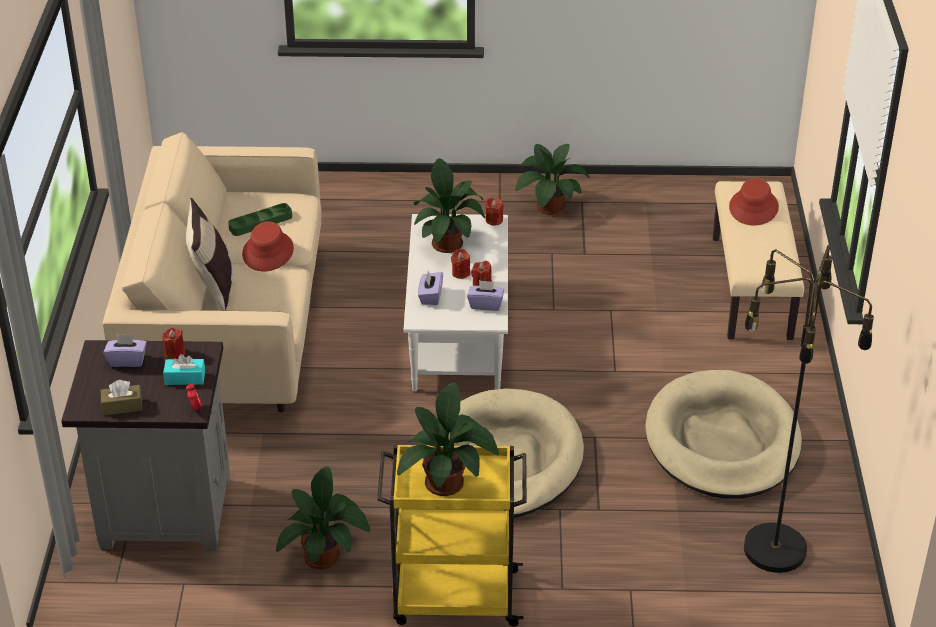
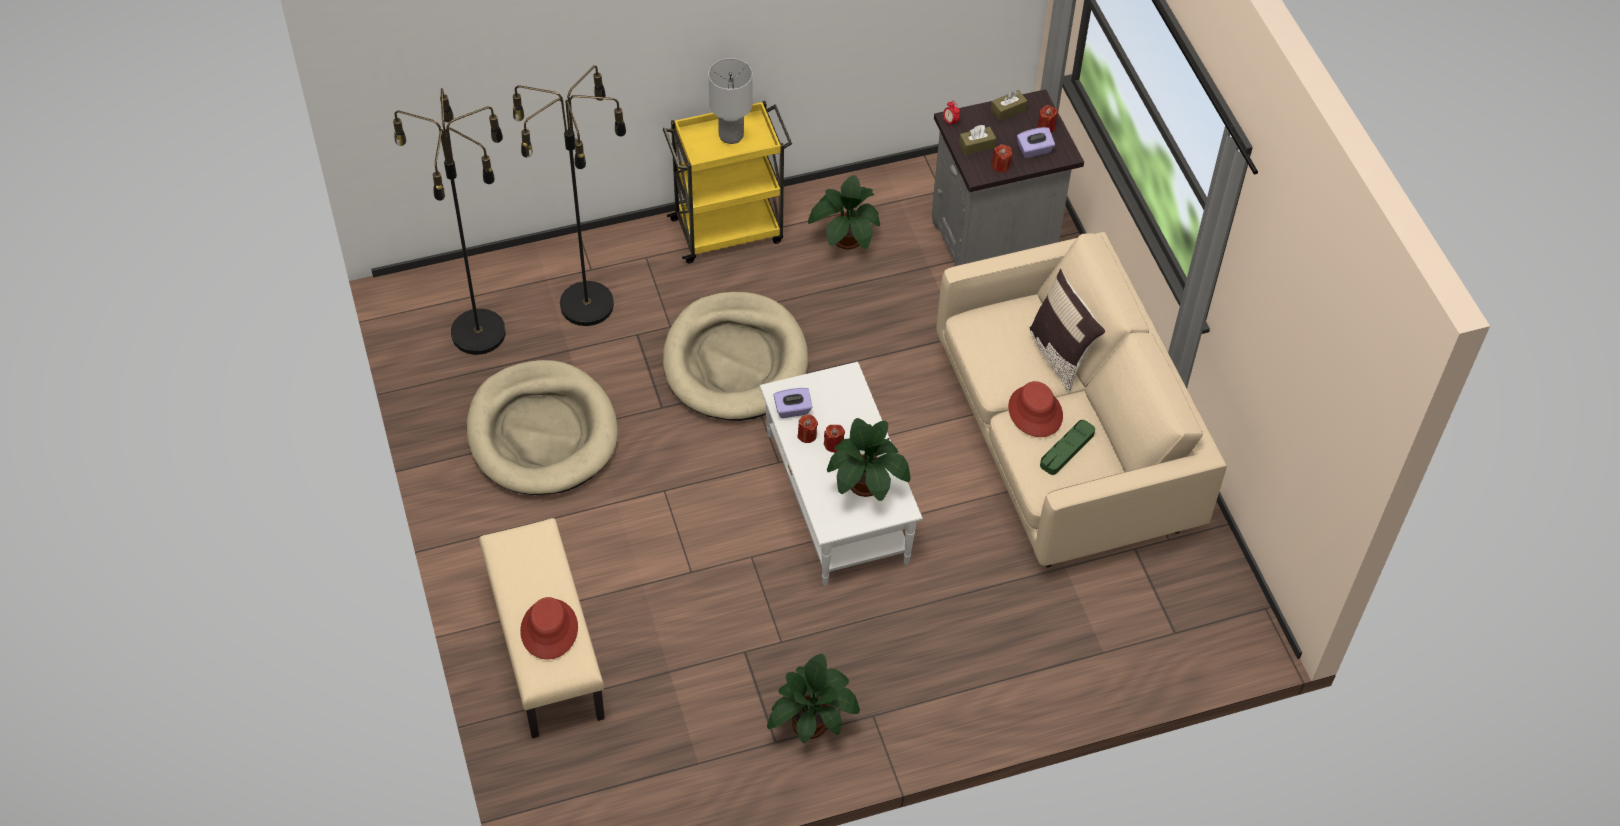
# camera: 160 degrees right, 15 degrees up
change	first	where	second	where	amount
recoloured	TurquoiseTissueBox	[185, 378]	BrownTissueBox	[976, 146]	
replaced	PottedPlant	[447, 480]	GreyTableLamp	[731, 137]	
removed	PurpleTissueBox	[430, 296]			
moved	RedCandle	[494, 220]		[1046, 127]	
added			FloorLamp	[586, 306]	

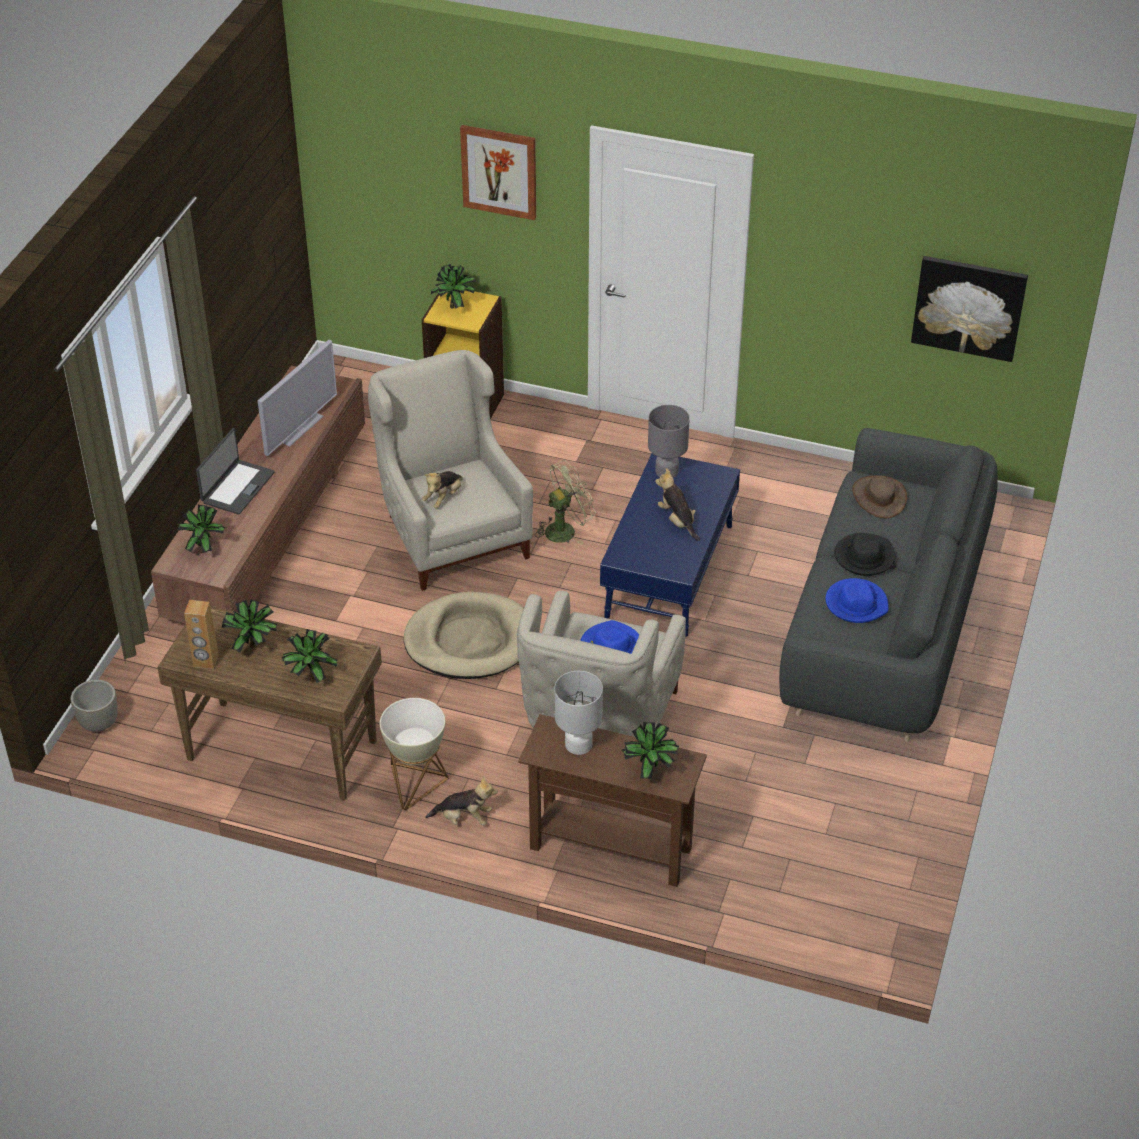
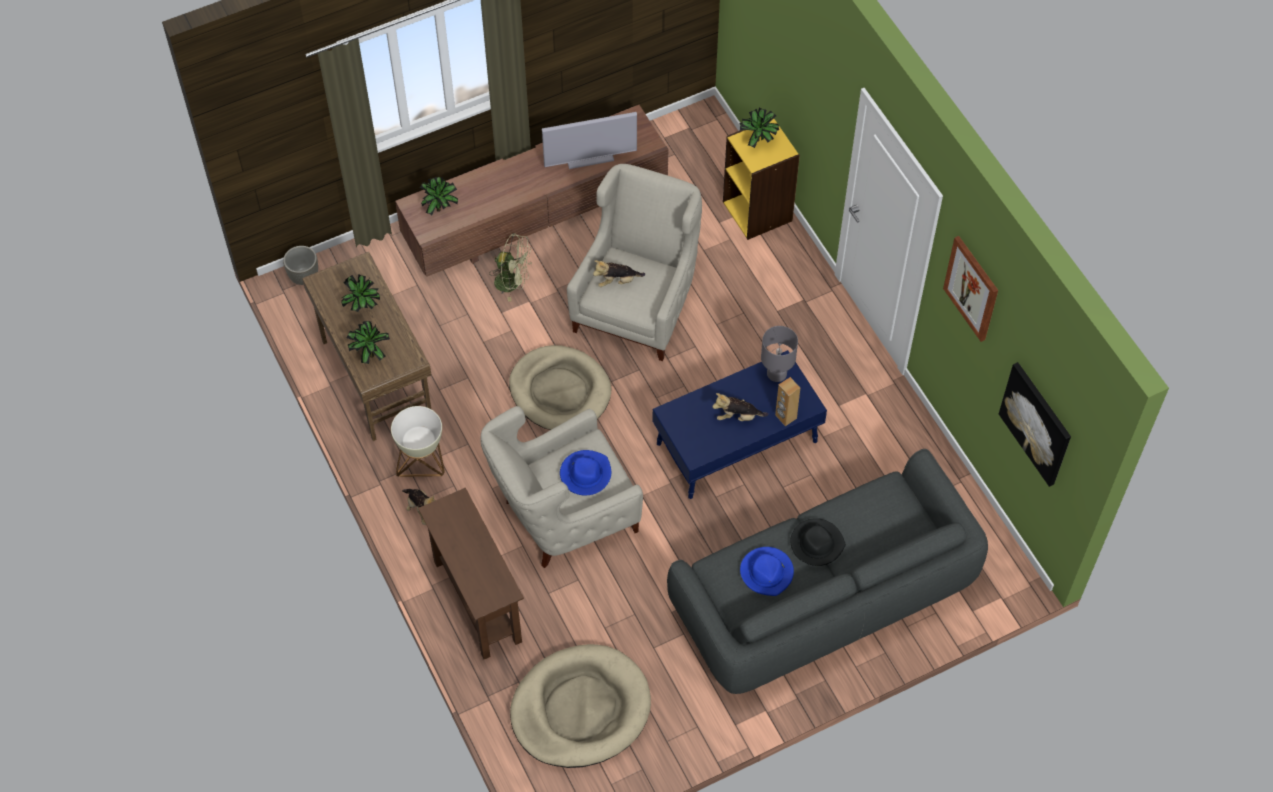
# camera: 45 degrees right, 15 degrees up
change	first	where	second	where	amount
moved	BrownSpeaker	[206, 661]		[785, 417]	
removed	Laptop	[237, 487]			
moved	Picture	[499, 171]		[972, 288]	
moved	GreenFan	[565, 529]		[512, 282]	
removed	GreyTableLamp	[578, 745]			
removed	PottedPlant	[650, 771]			
turned	PlushToy	[677, 521]		[737, 416]	105 degrees counterclockwise
removed	BrownHat	[879, 497]			
added			BeigeDogBed	[580, 709]	

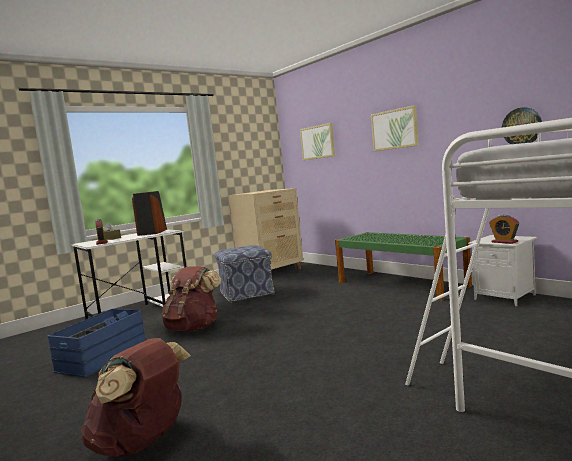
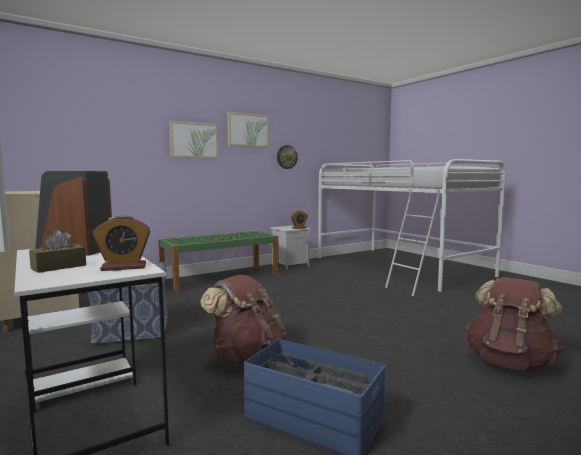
# camera: 85 degrees left, 0 degrees up
change	first	where	second	where	amount
moved	Picture	[317, 142]		[248, 130]	

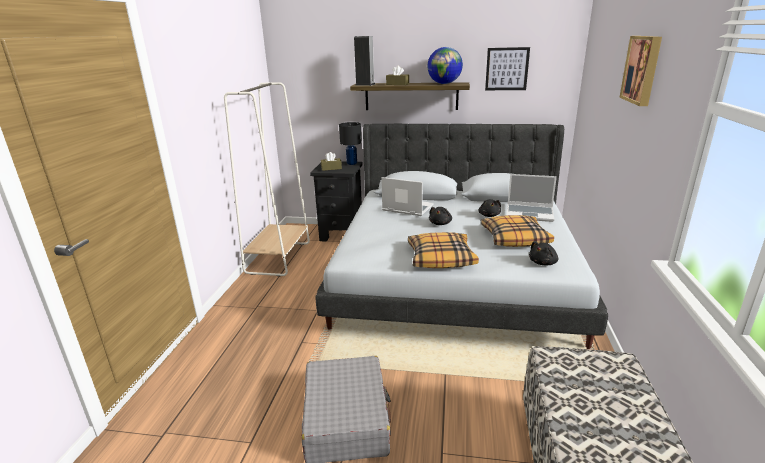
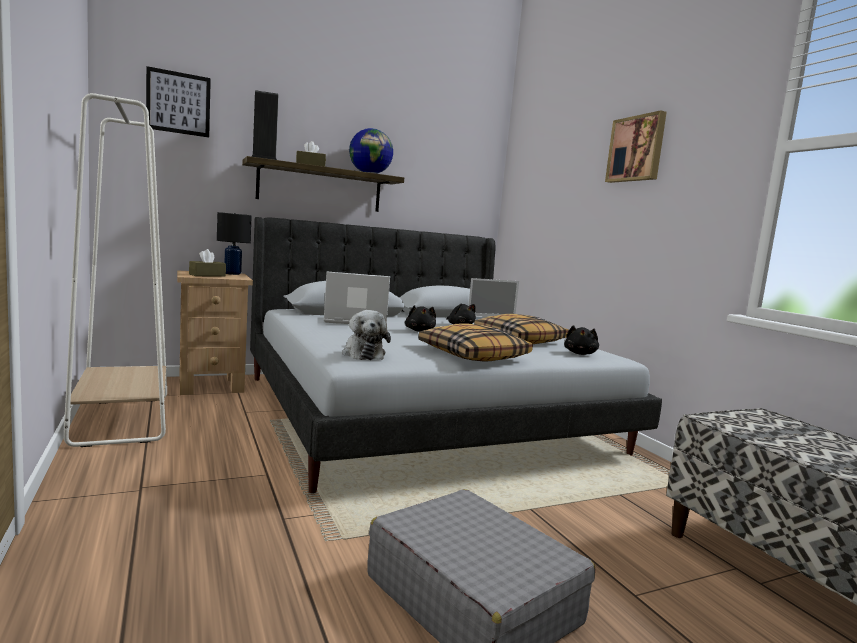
# camera: 35 degrees left, 15 degrees down
change	first	where	second	where	amount
recoloured	BlackNightstand	[342, 234]	BeigeNightstand	[212, 385]	
moved	Picture	[507, 69]		[178, 103]	
added			PlushToy	[363, 354]	

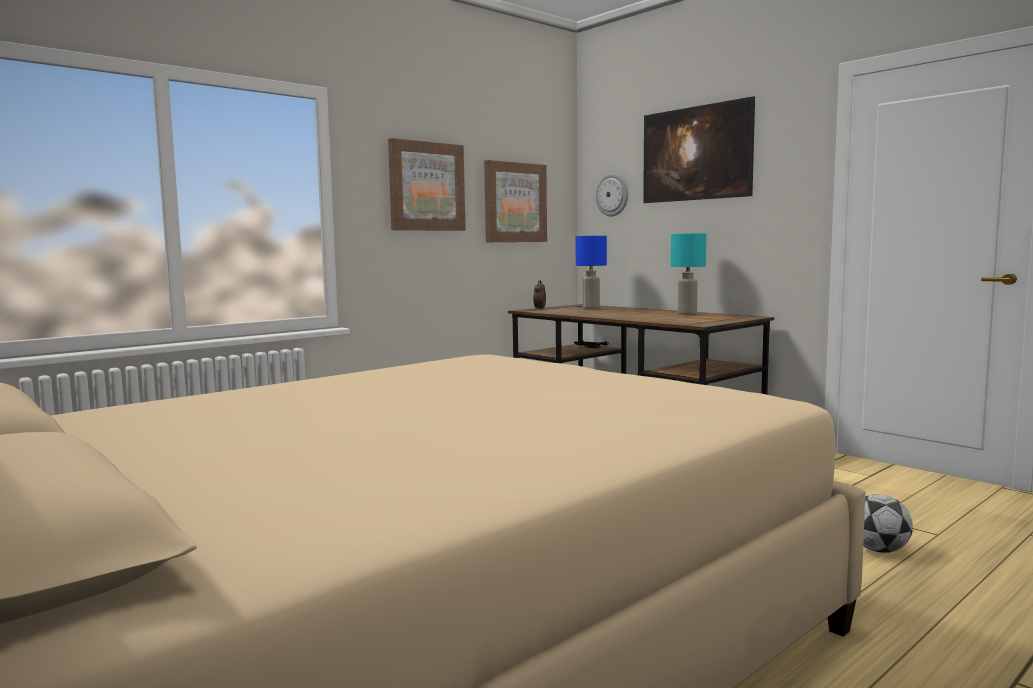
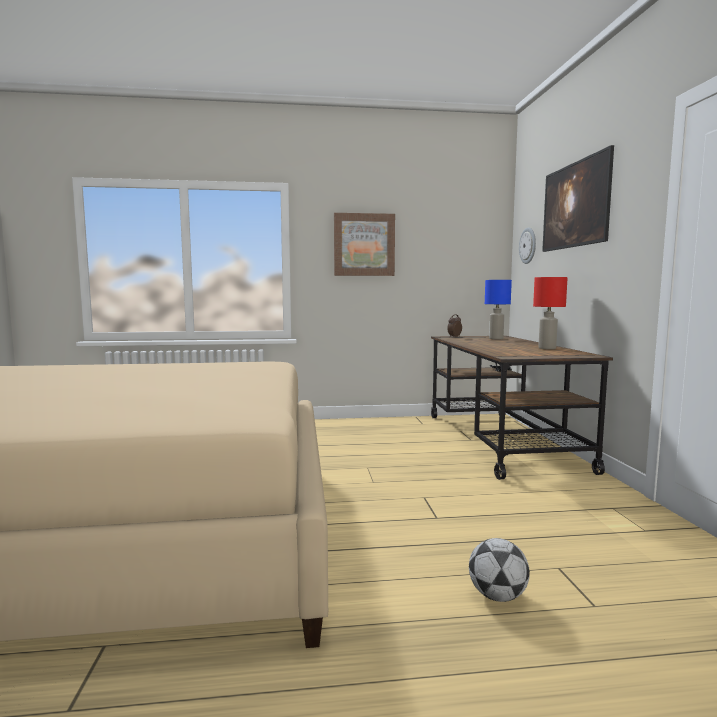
# camera: 35 degrees right, 0 degrees up
change	first	where	second	where	amount
removed	Picture	[514, 202]			
recoloured	TurquoiseTableLamp	[686, 313]	RedTableLamp	[546, 348]	

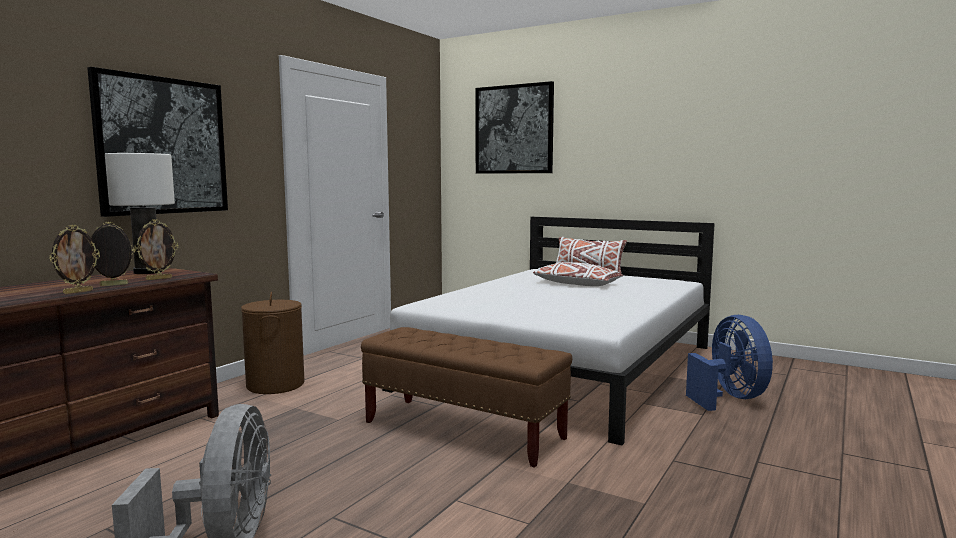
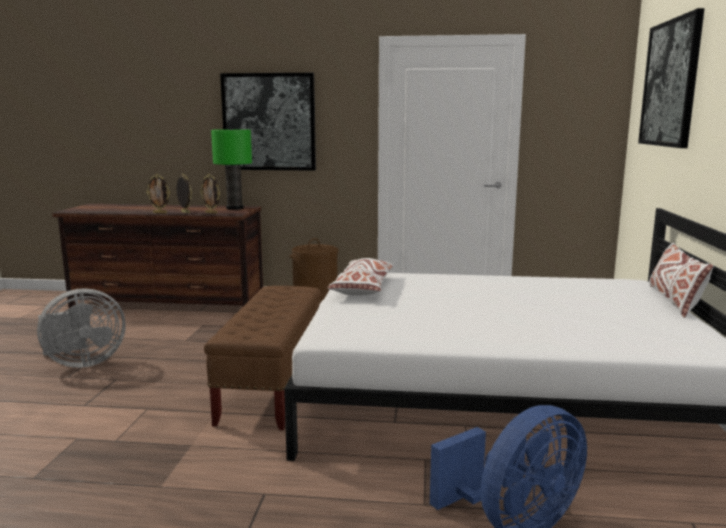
# camera: 65 degrees right, 5 degrees up
change	first	where	second	where	amount
recoloured	WhiteTableLamp	[147, 272]	GreenTableLamp	[234, 208]	
moved	WhitePillow	[576, 284]		[363, 288]	

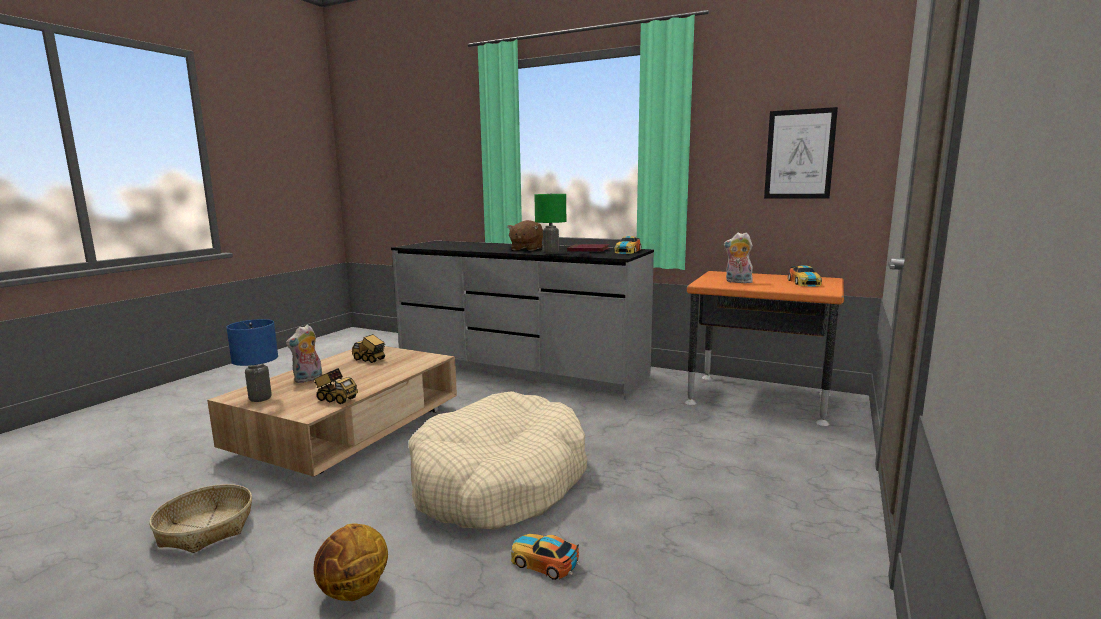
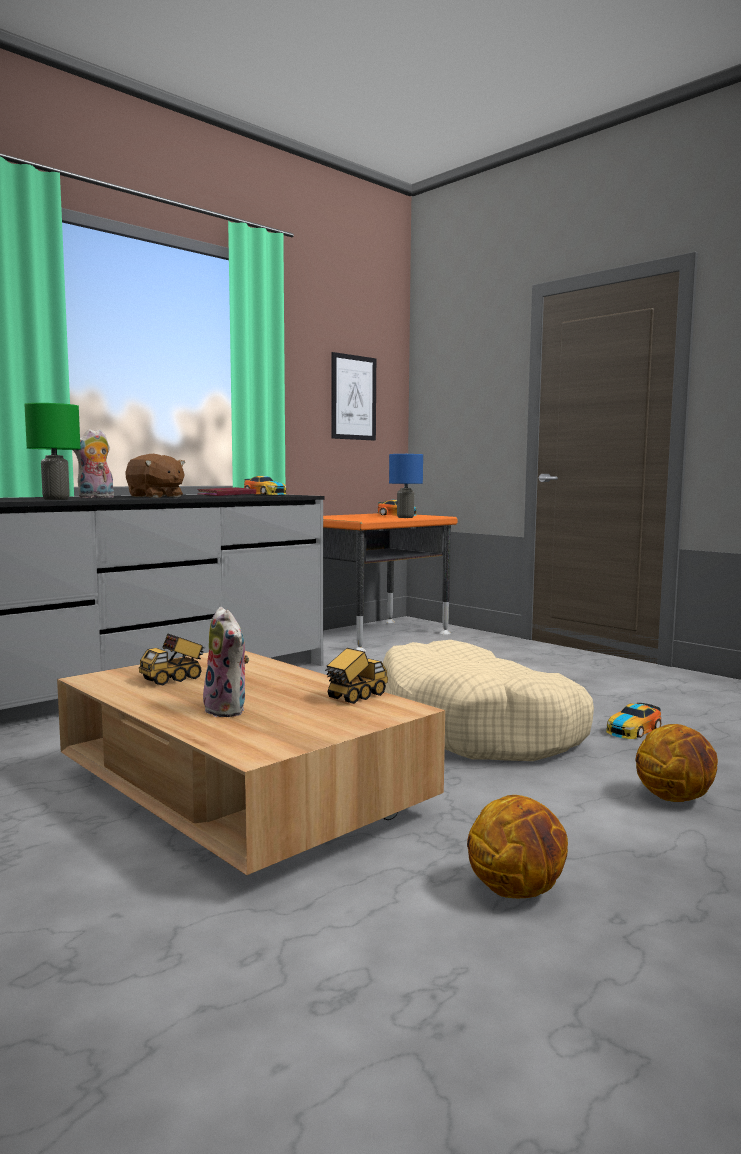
# camera: 70 degrees left, 5 degrees down
change	first	where	second	where	amount
replaced	Basket	[206, 529]	Basketball	[517, 891]	
moved	BlueTableLamp	[261, 399]		[406, 517]	
moved	GreenTableLamp	[551, 253]		[57, 499]	
moved	PlushToy	[737, 282]		[95, 497]	

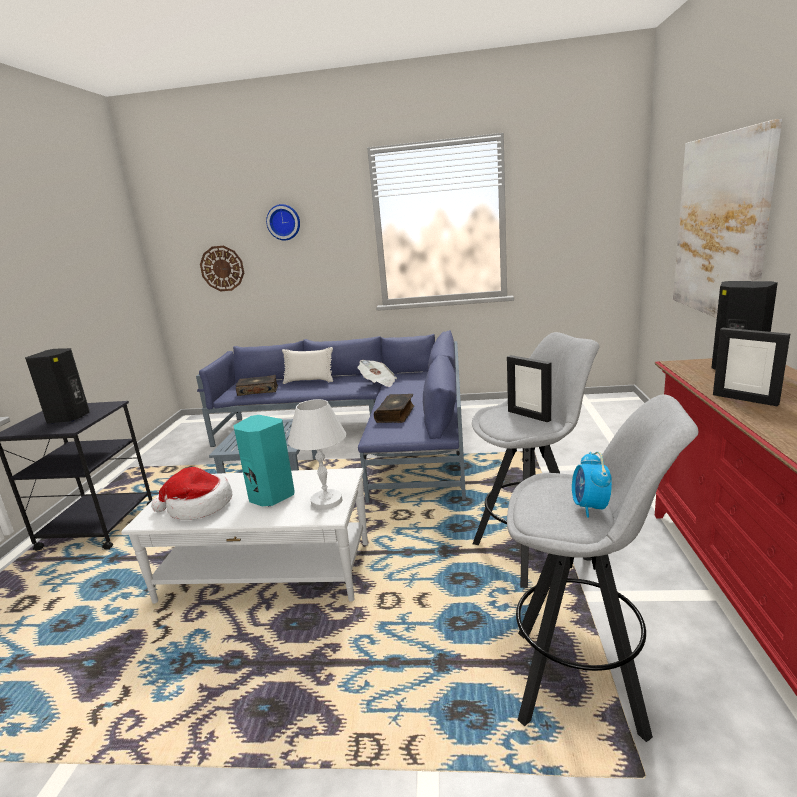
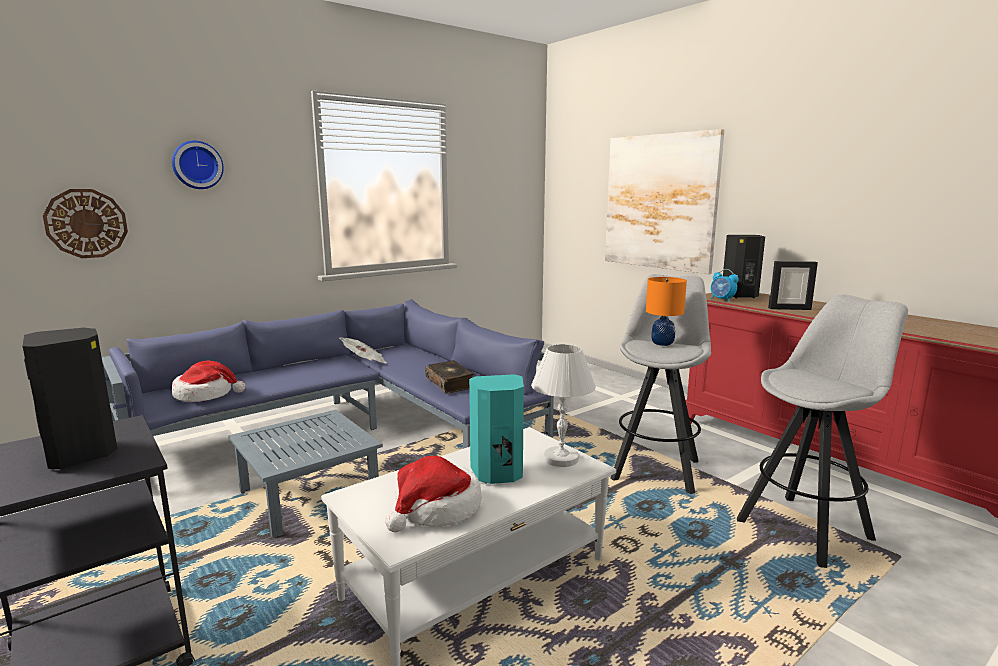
# camera: 45 degrees left, 5 degrees down
change	first	where	second	where	amount
replaced	Book	[258, 390]	Hat	[205, 394]	
removed	WhitePillow	[309, 381]			
replaced	PictureFrame	[529, 415]	OrangeTableLamp	[663, 344]	
moved	AlarmClock	[590, 507]		[722, 300]	

